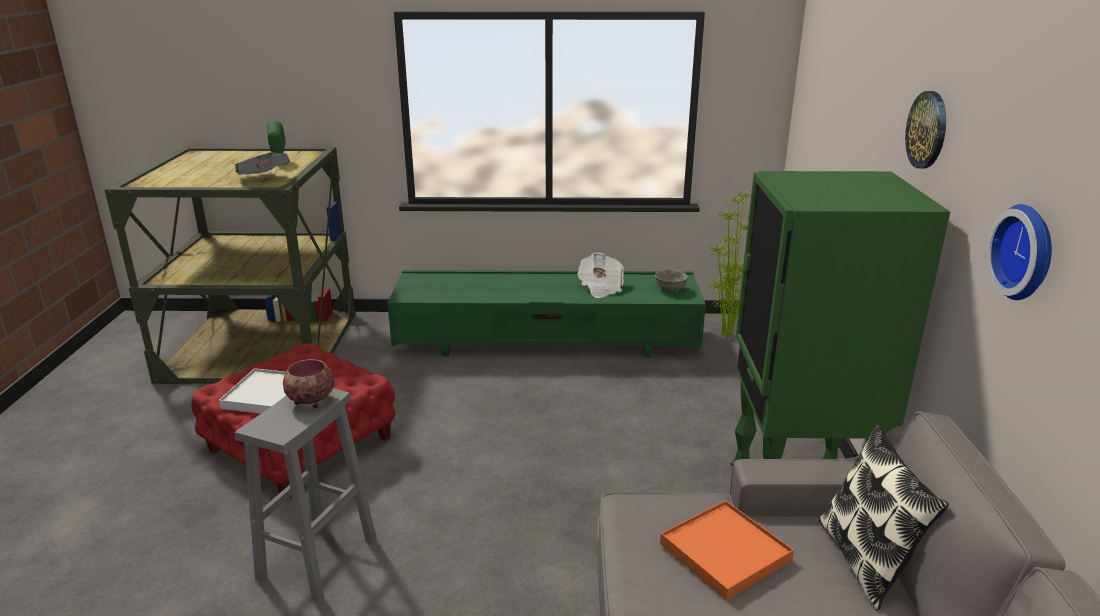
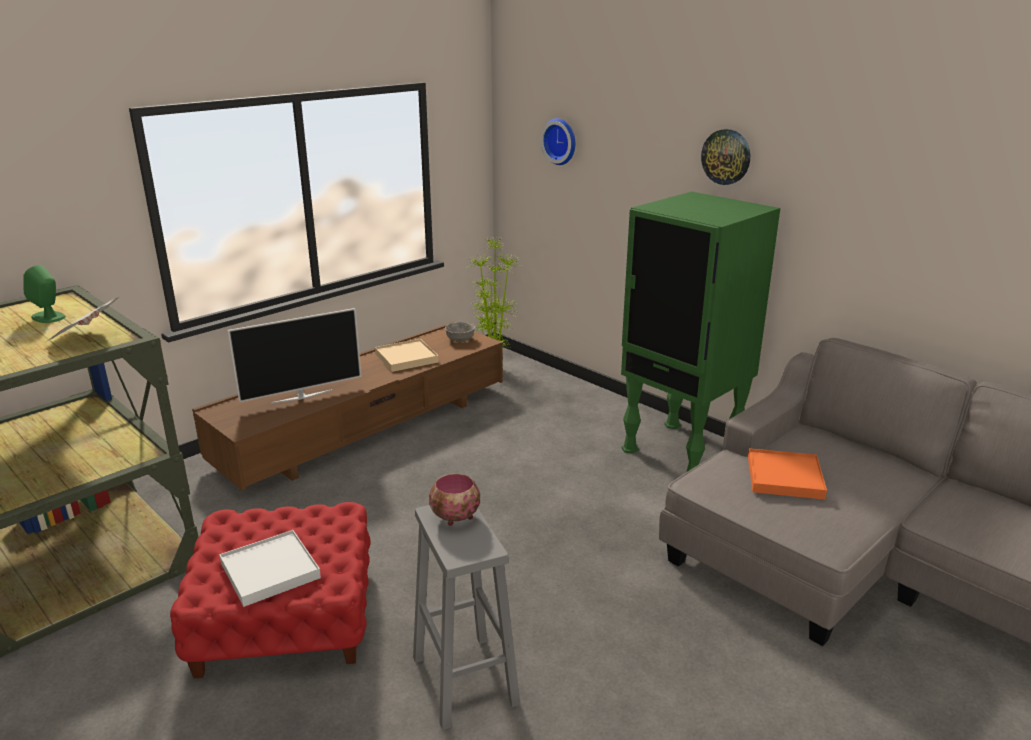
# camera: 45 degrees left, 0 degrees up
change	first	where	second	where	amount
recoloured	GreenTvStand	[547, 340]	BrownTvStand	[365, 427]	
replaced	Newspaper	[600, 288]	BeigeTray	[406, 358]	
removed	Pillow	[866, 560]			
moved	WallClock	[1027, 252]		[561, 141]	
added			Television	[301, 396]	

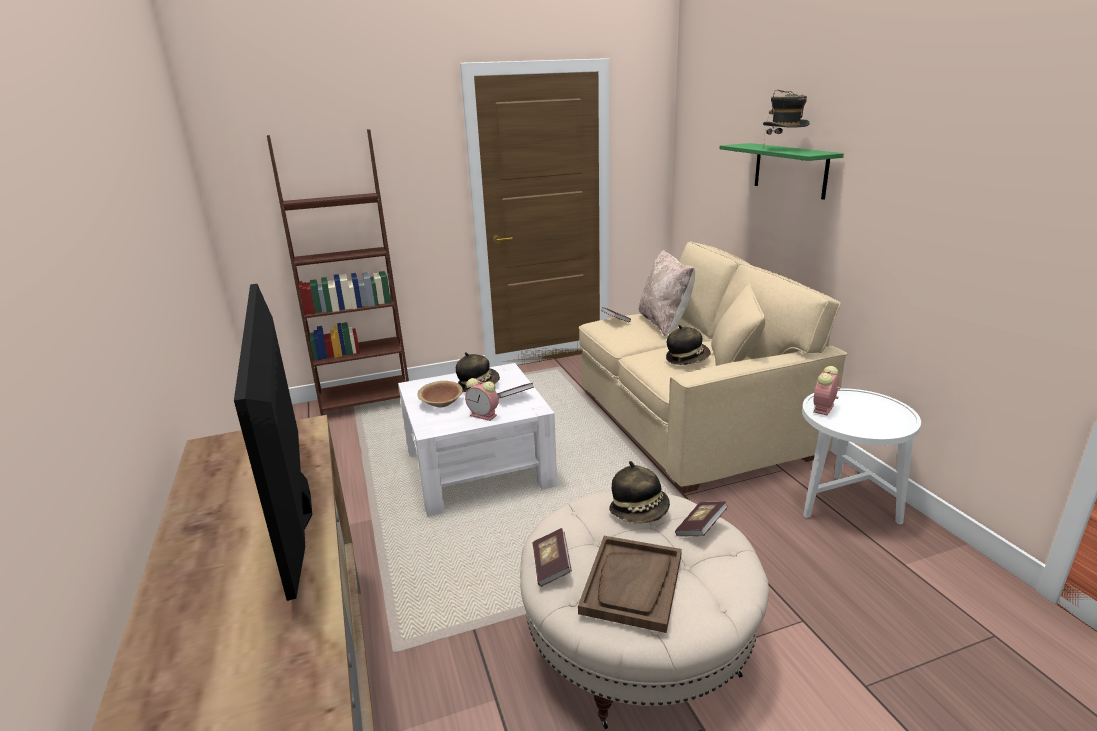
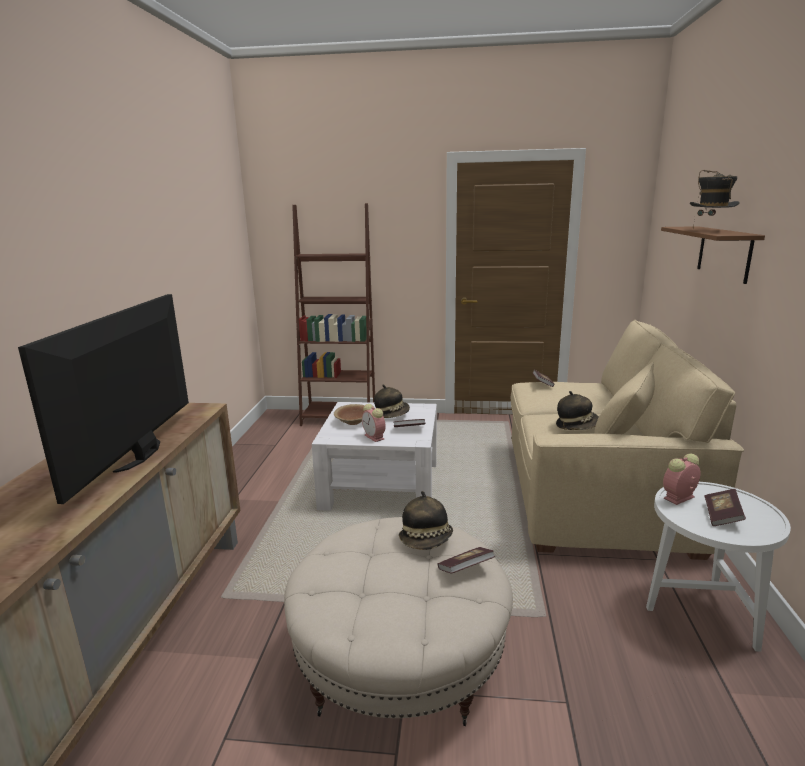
# camera: 25 degrees right, 5 degrees down
change	first	where	second	where	amount
moved	Book	[551, 566]		[722, 516]	
removed	BrownTray	[632, 584]			
removed	BeigePillow	[664, 323]			
recoloured	GreenShelf	[790, 170]	BrownShelf	[724, 253]	

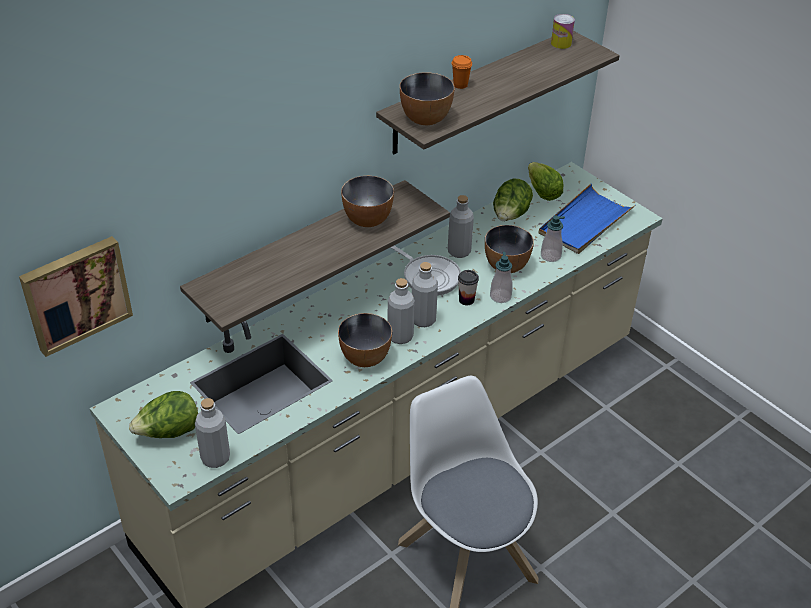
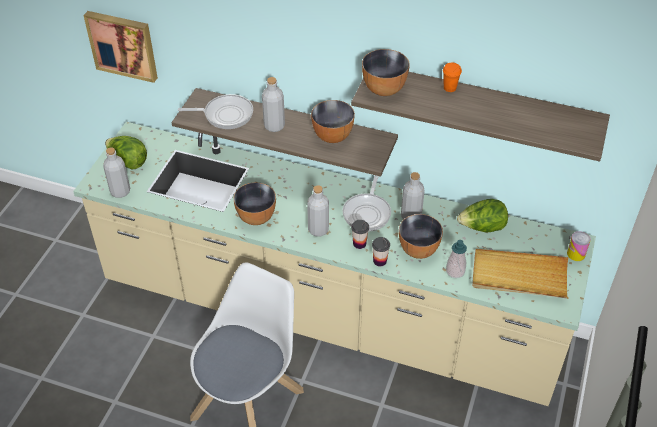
# camera: 60 degrees right, 5 degrees up
change	first	where	second	where	amount
moved	GreyBottle	[400, 336]		[274, 126]	
replaced	SoapDispenser	[500, 296]	Cup	[380, 261]	
removed	Lettuce	[542, 193]			
recoloured	BlueTray	[585, 223]	BeigeTray	[519, 276]	
moved	Can	[561, 43]		[576, 254]	
added			FryingPan	[225, 115]	

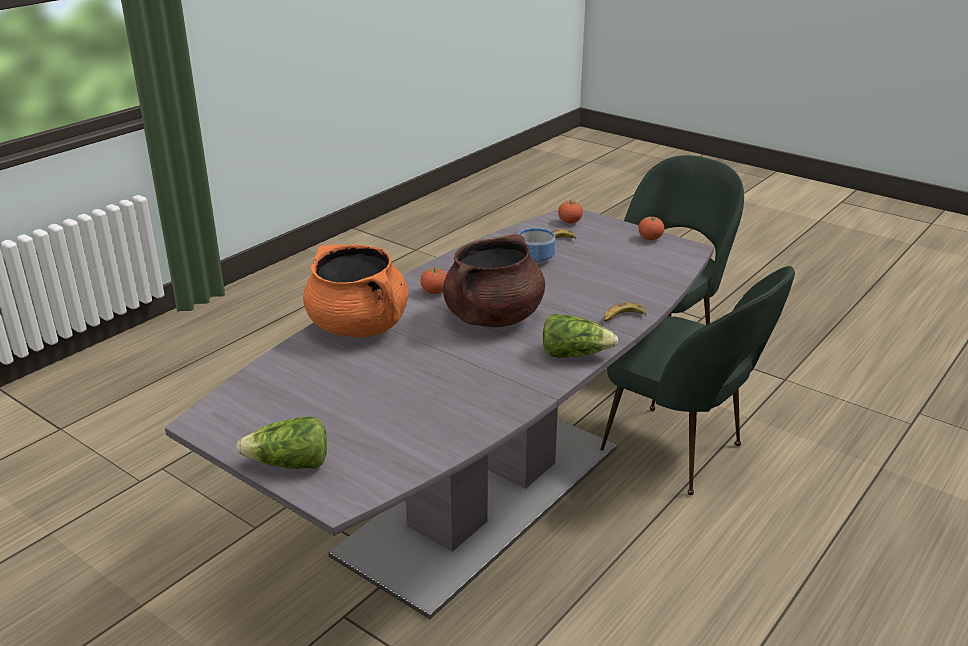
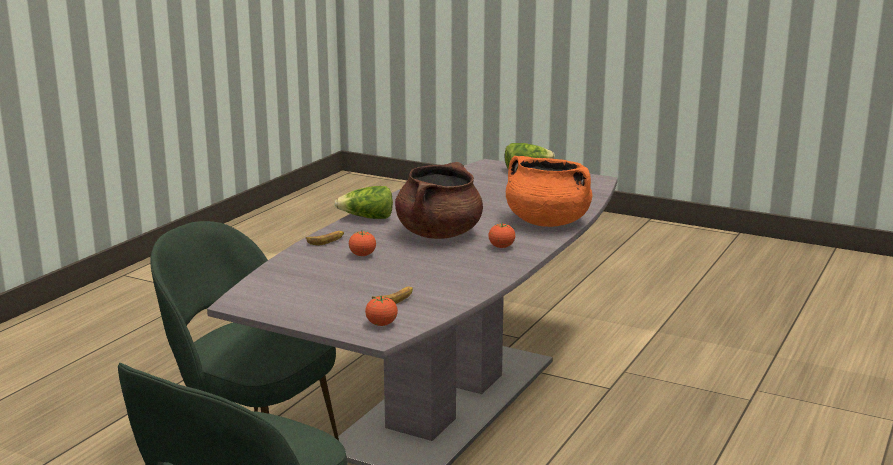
# camera: 170 degrees right, 10 degrees down
change	first	where	second	where	amount
removed	Bowl	[537, 259]			
moved	Tomato	[650, 239]		[362, 255]	

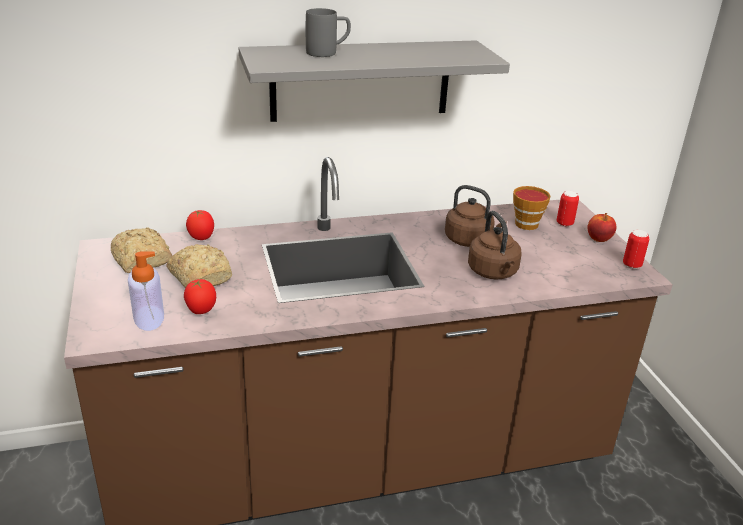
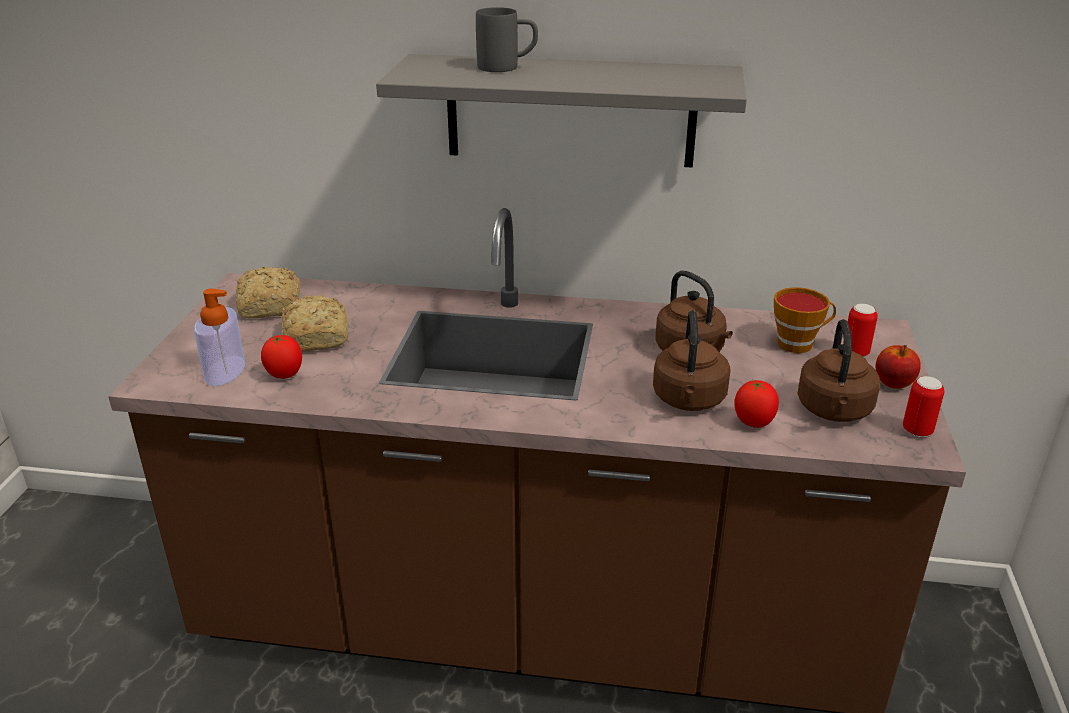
# camera: 25 degrees right, 0 degrees up
change	first	where	second	where	amount
moved	Tomato	[201, 238]		[753, 423]	
added			BrownKettle	[834, 411]	

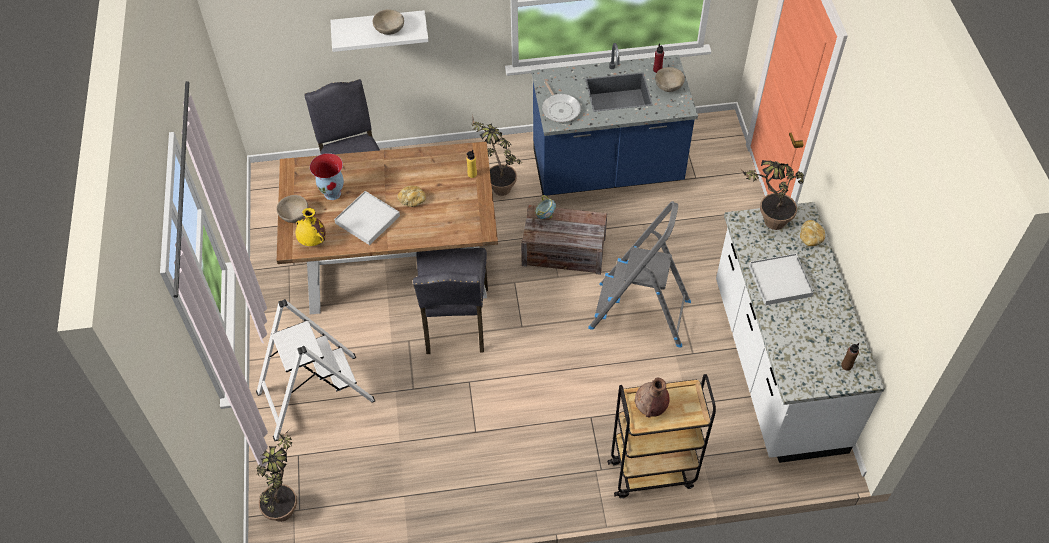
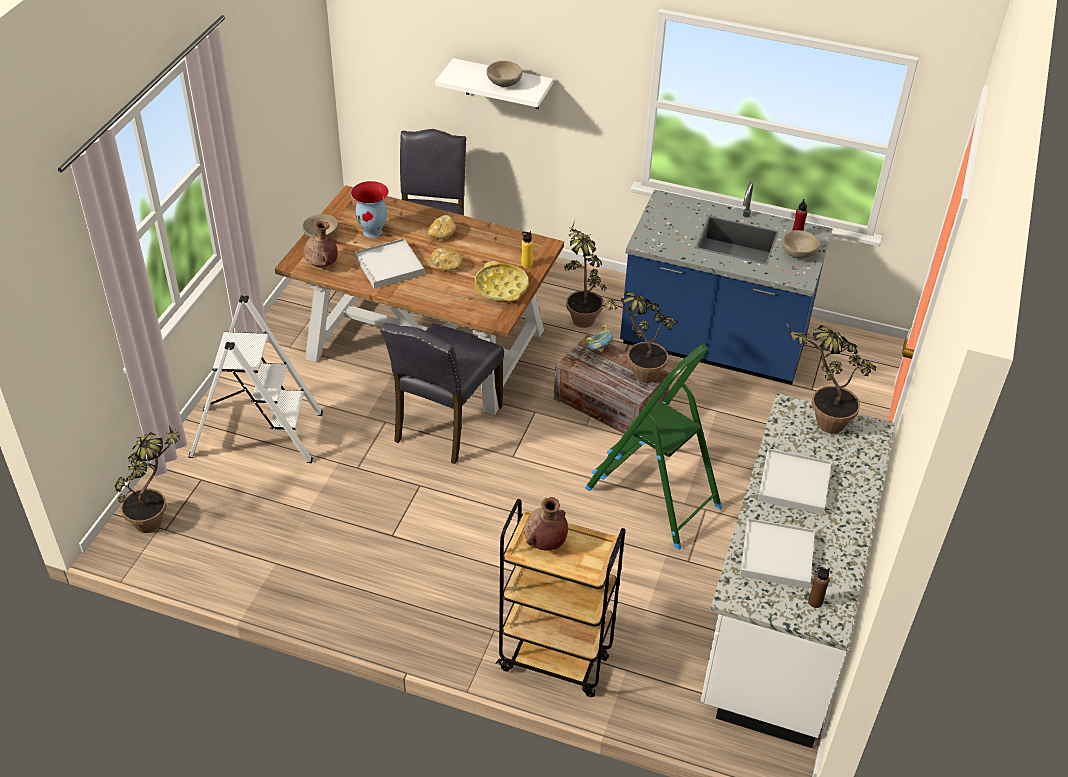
# camera: 25 degrees right, 10 degrees down
change	first	where	second	where	amount
recoloured	YellowVase	[313, 241]	BrownVase	[322, 265]	
removed	FryingPan	[560, 109]			
recoloured	GreyStepLadder	[638, 314]	GreenStepLadder	[651, 497]	
moved	Bread	[810, 238]		[442, 234]	
added			YellowTray	[501, 287]	
added			PottedPlant	[636, 373]	
added			WhiteTray	[776, 555]	

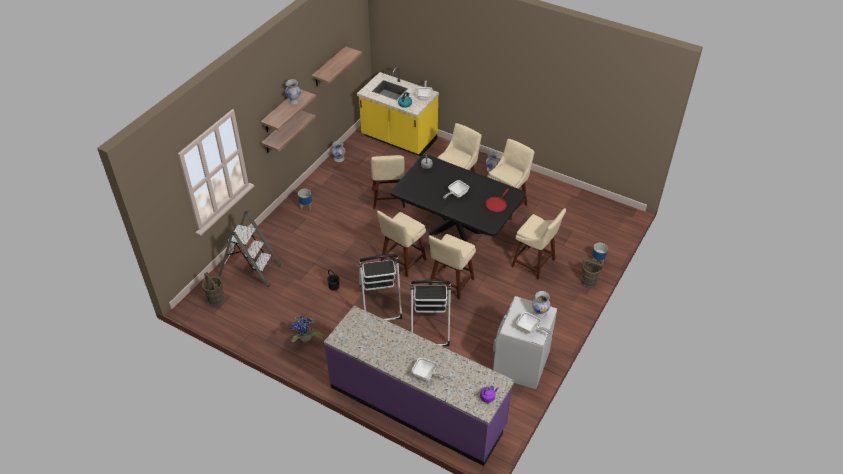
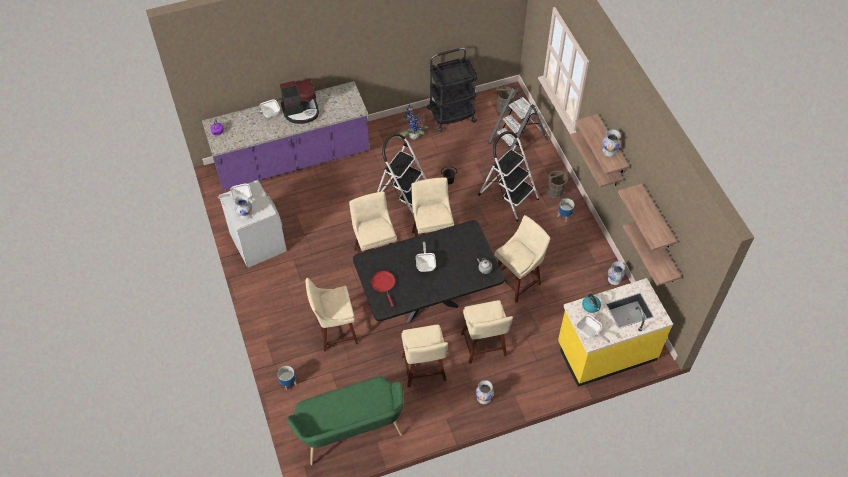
# camera: 130 degrees right, 10 degrees up
change	first	where	second	where	amount
turned	BeigeChair	[388, 200]		[518, 280]	105 degrees clockwise
moved	StepLadder	[429, 326]		[507, 196]	
moved	BrownBucket	[589, 281]		[555, 192]	
added			CoffeeMachine	[301, 111]	
added			GreenBench	[351, 434]	
added			BlackCart	[451, 115]	
added			Shelf	[661, 252]	

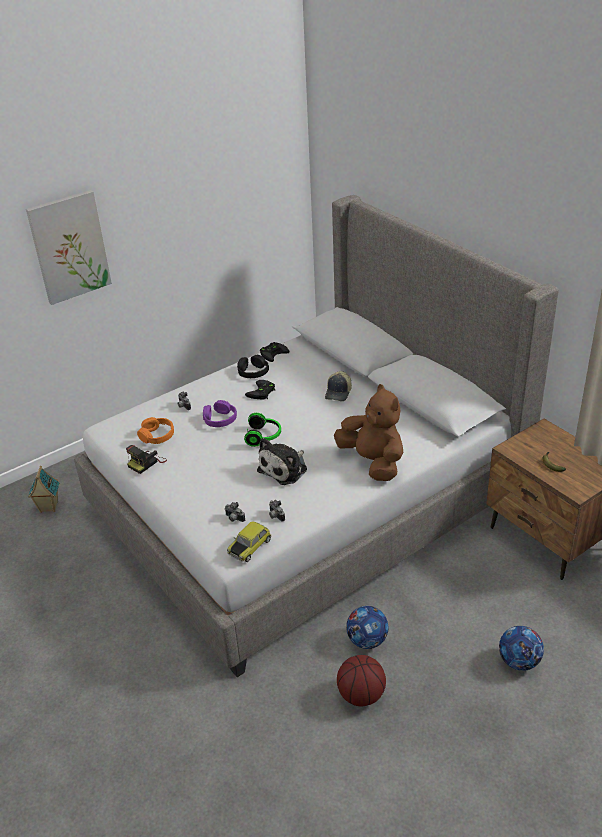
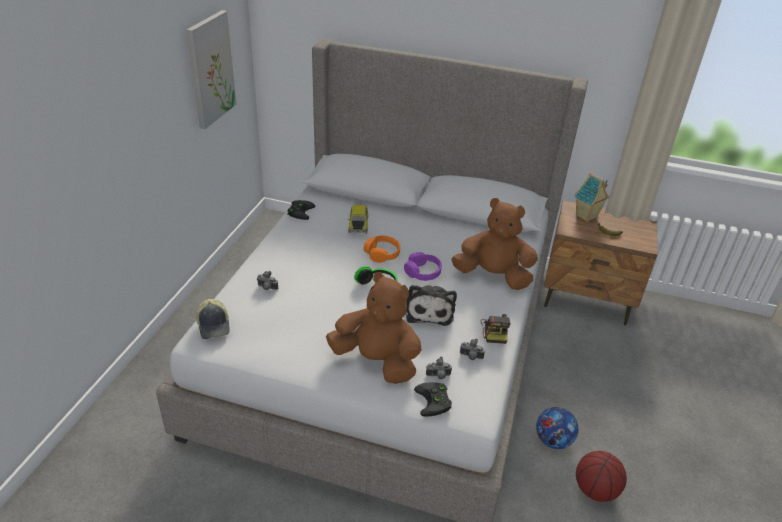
# camera: 40 degrees left, 0 degrees up
change	first	where	second	where	amount
moved	Picture	[69, 247]		[210, 69]	
moved	ToyHouse	[48, 507]		[586, 217]	
moved	PhotoCamera	[147, 462]		[495, 331]	
moved	OrangeHeadphones	[157, 436]		[382, 253]	
moved	PurpleHeadphones	[220, 419]		[422, 272]	
moved	ToyCar	[249, 547]		[358, 225]	
removed	BlackHeadphones	[253, 372]			
moved	BlackGameController	[261, 392]		[434, 402]	
moved	Cap	[339, 392]		[214, 325]	
removed	Football	[519, 661]			
added			BrownPlushToy	[376, 361]	

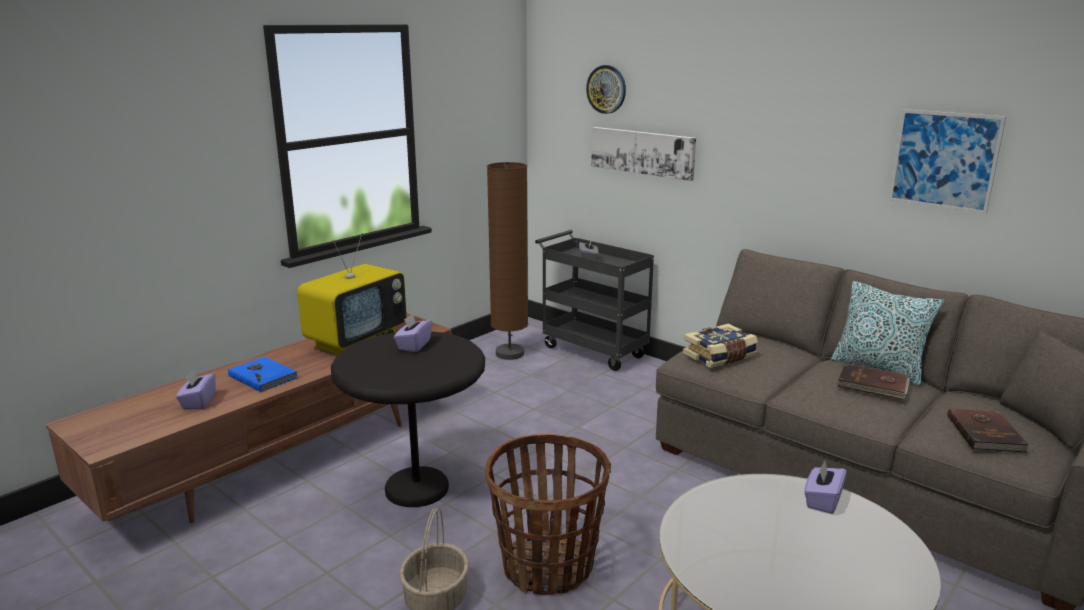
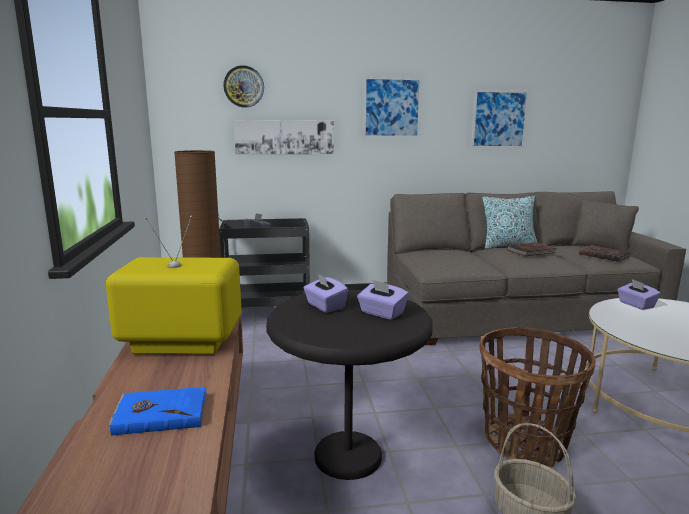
# camera: 50 degrees left, 5 degrees down
change	first	where	second	where	amount
moved	PurpleTissueBox	[198, 402]		[381, 313]	
turned	Television	[356, 341]		[180, 344]	75 degrees counterclockwise
removed	Book	[720, 356]			
added			Picture	[392, 108]	

